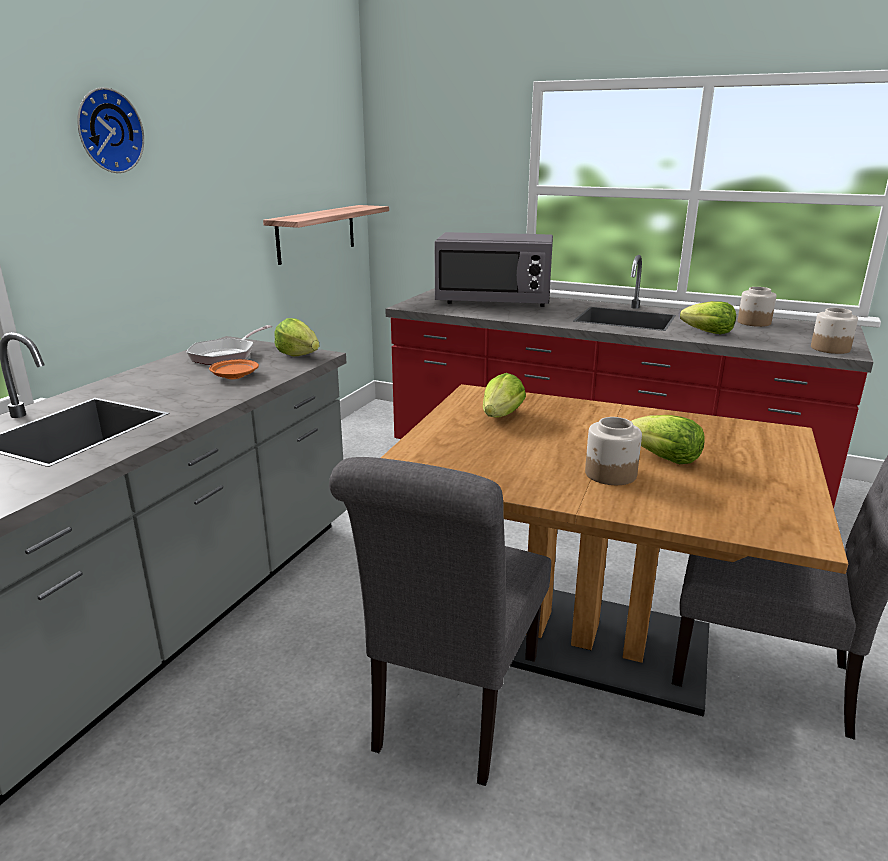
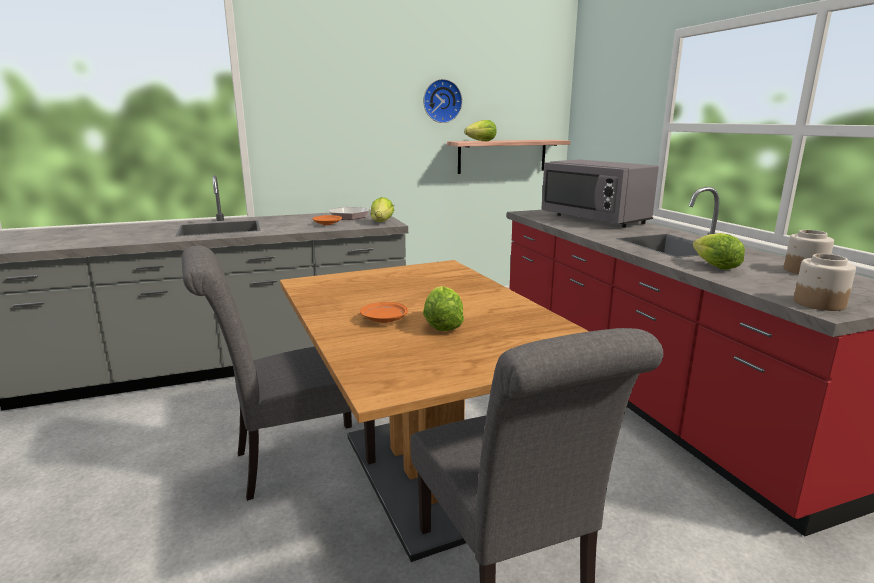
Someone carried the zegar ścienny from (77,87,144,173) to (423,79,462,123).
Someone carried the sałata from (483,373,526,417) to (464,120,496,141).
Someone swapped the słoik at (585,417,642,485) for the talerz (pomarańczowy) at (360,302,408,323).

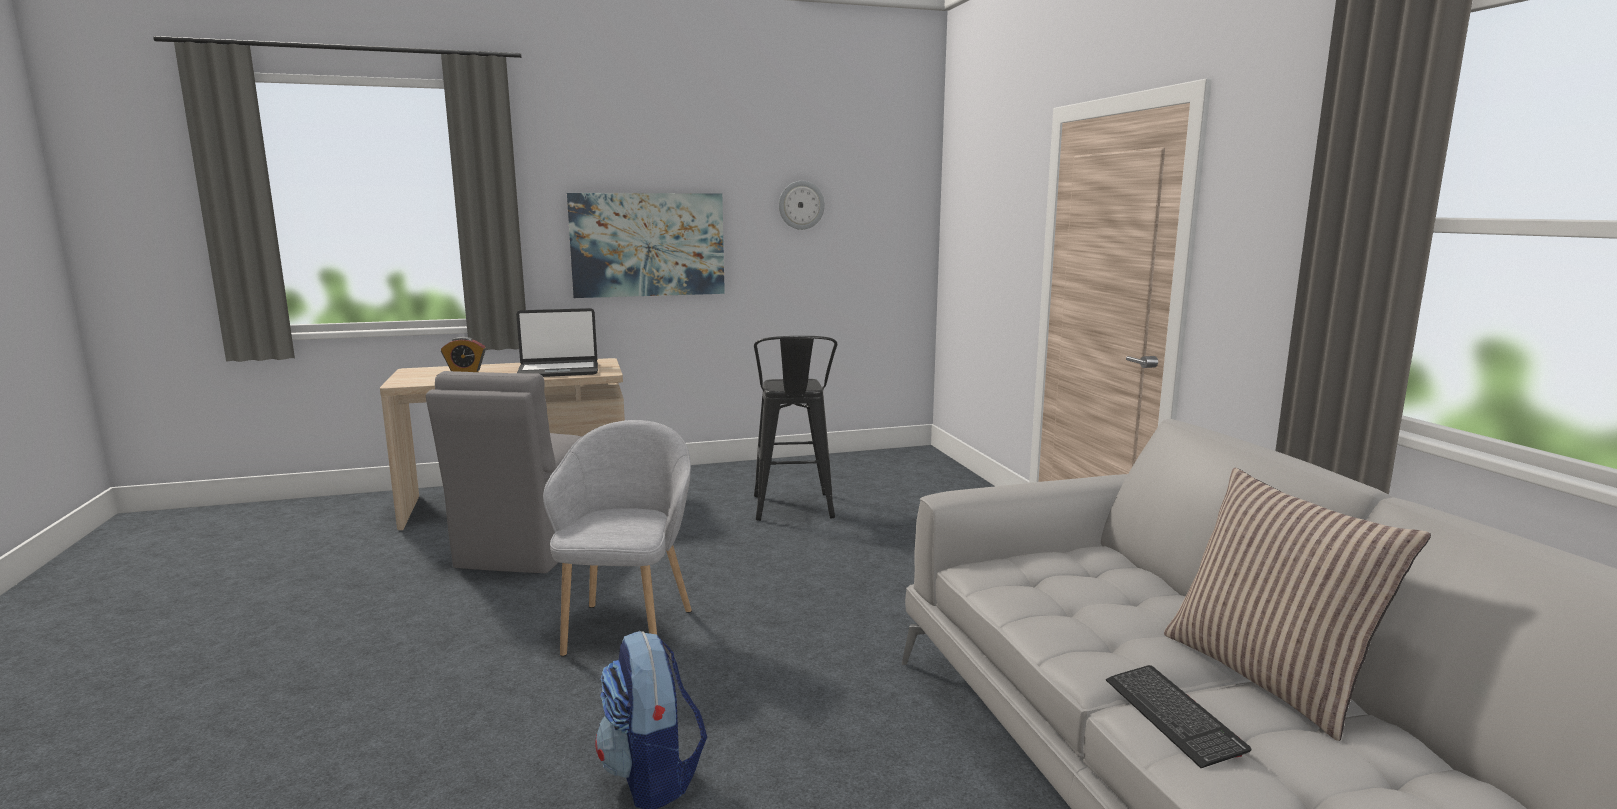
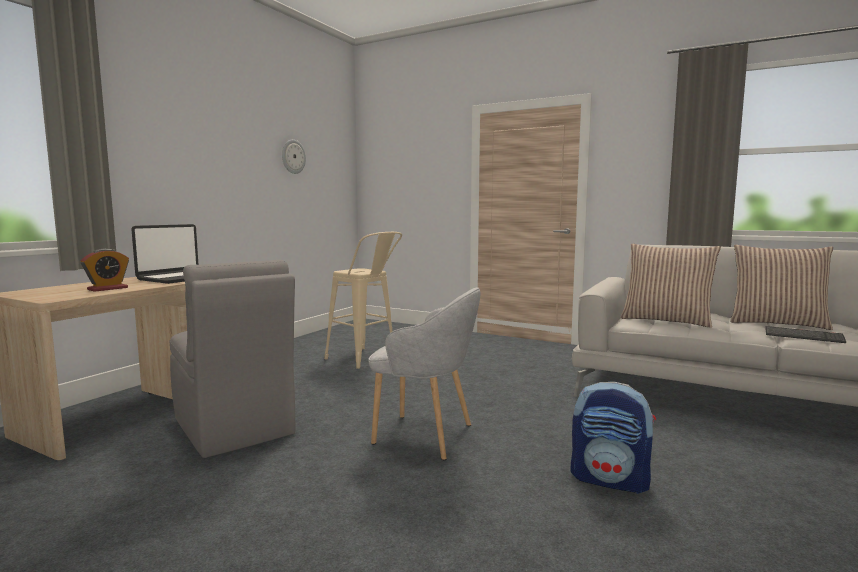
Someone took away the obraz at (567,193,725,298).
Someone put down the poduszka at (620,244,721,328).
Someone repainted the stołek (czarny) at (754,336,837,521), which became the stołek (beżowy) at (324,232,402,369).
Someone rotated the fotel (szary) at (543,420,692,657) by 150 degrees clockwise.

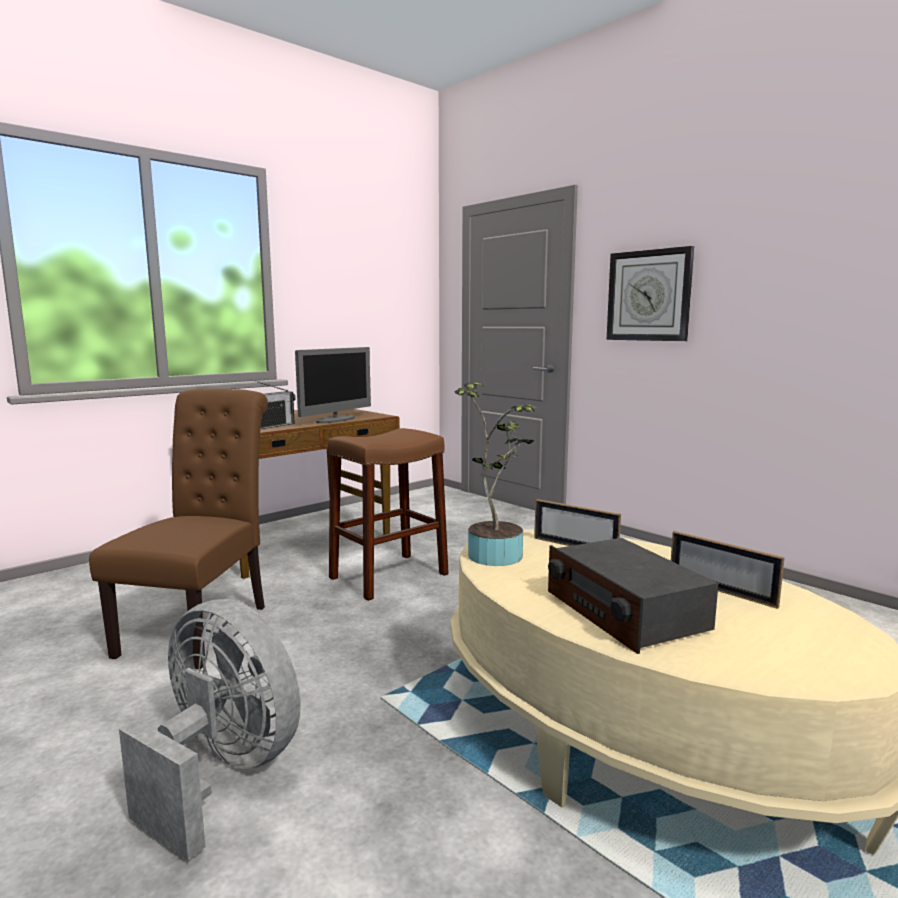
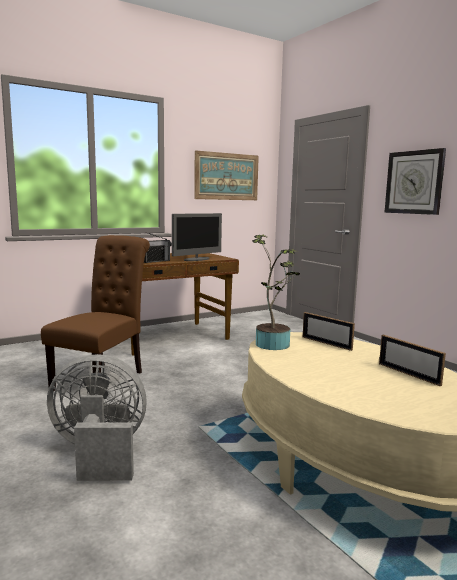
Someone took away the stołek (brązowy) at (328,428,449,601).
Someone took away the radio at (548,538,718,654).
Someone put up the obraz at (194,150,259,200).
Someone rotated the wentylator (szary) at (119,599,301,861) by 45 degrees counterclockwise.

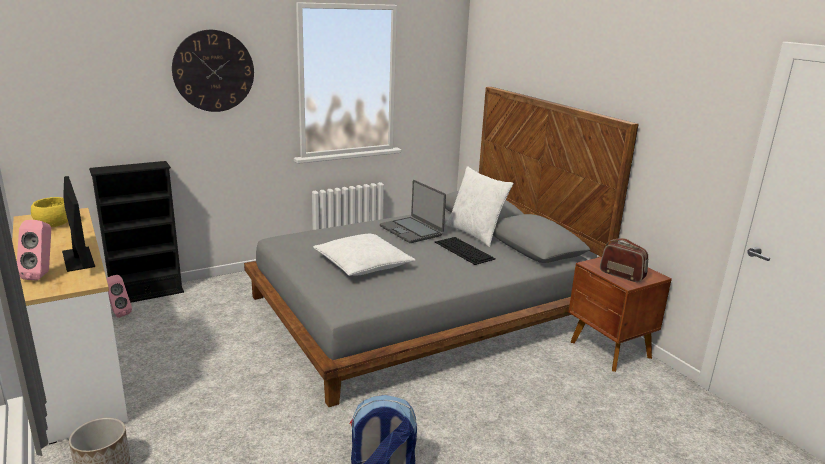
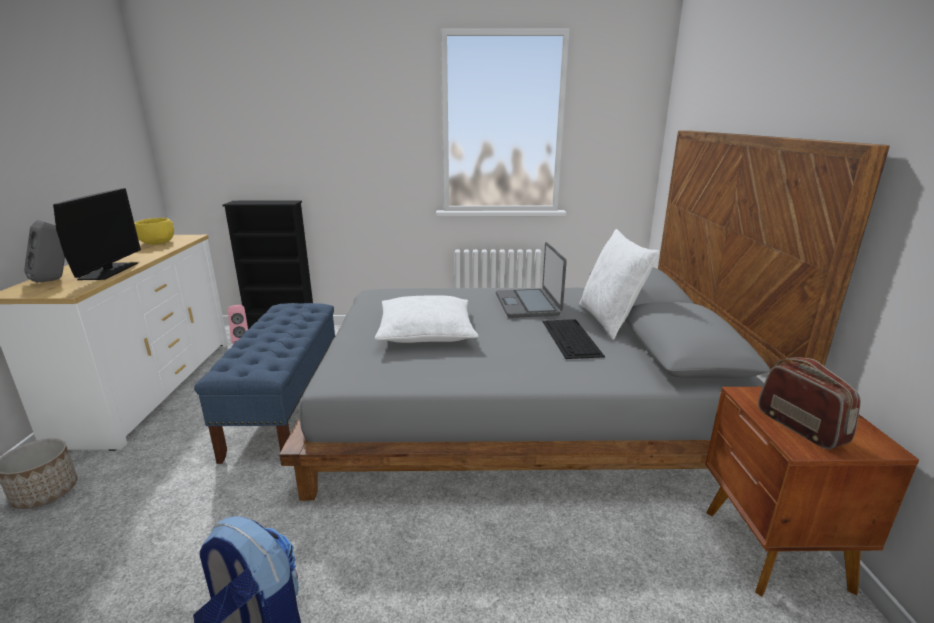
Someone took away the zegar ścienny at (172,30,254,112).
Someone put down the ławka (niebieski) at (194,303,335,464).
Someone repainted the głośnik (różowy) at (17,220,51,281), which became the głośnik (szary) at (24,220,65,283).

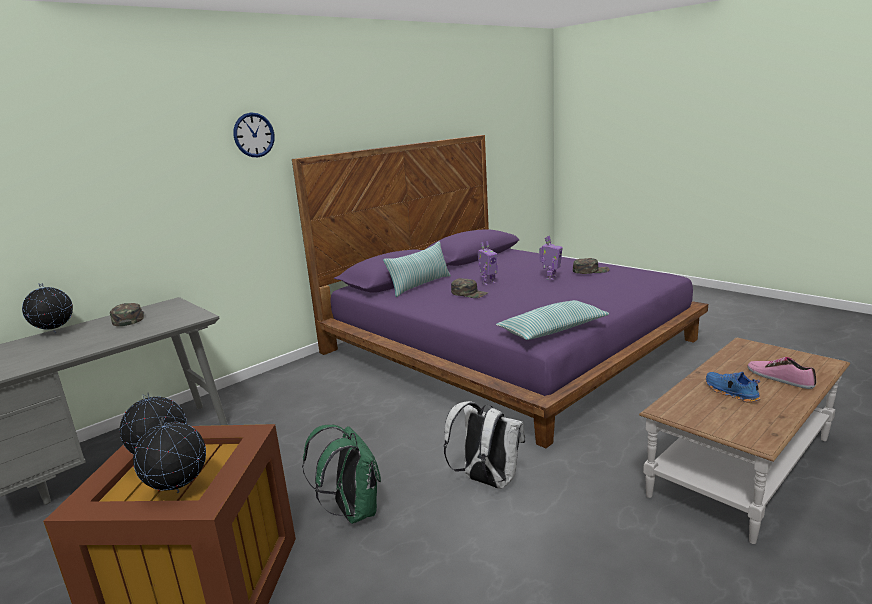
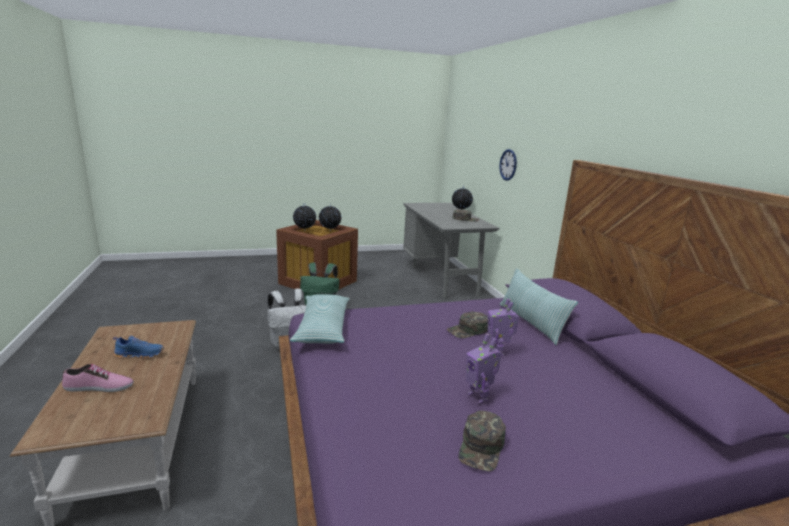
Someone carried the zegar ścienny from (233,112,275,157) to (499,149,517,180).

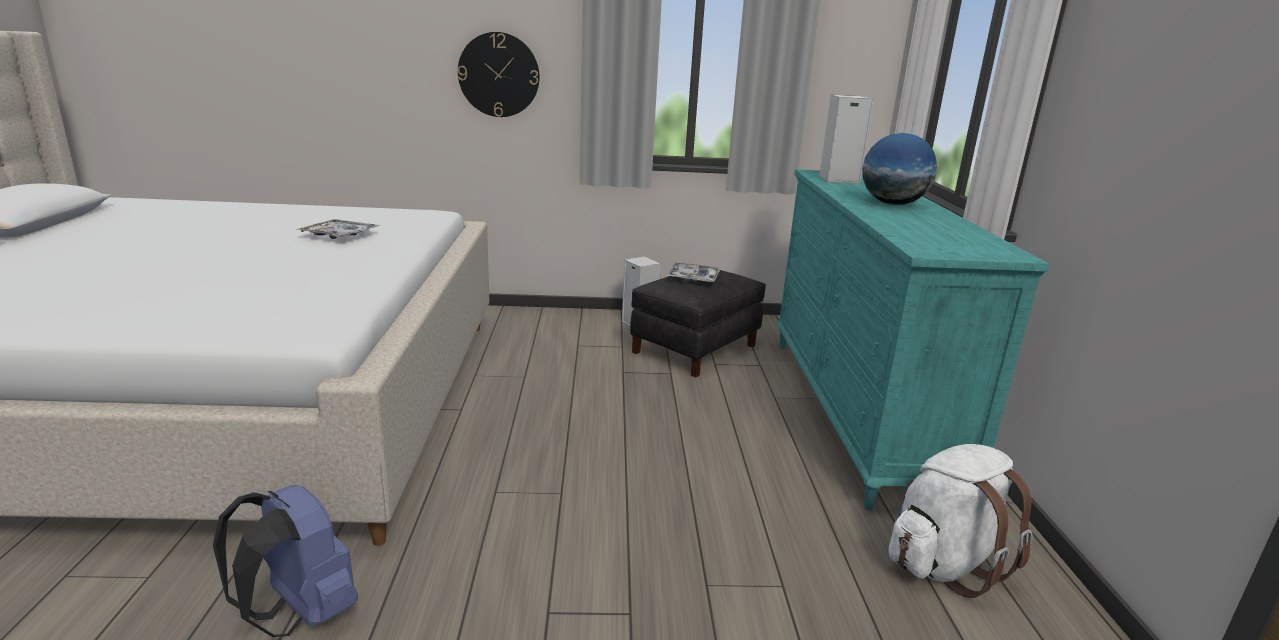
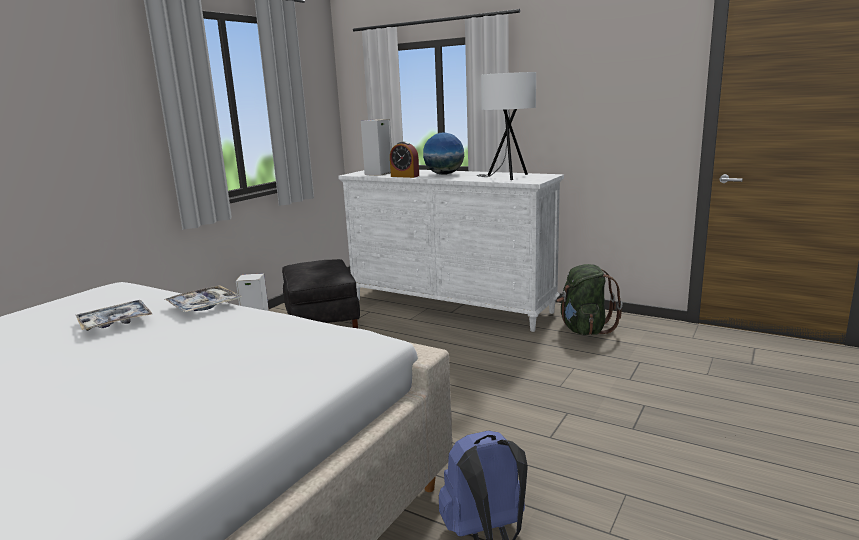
Someone took away the zegar ścienny at (458,32,540,117).
Someone put down the budzik at (390,141,419,178).
Someone put down the lampa stołowa (biały) at (477,72,536,180).
Someone carried the taca from (666,263,721,282) to (164,285,242,312).
Someone repainted the komoda (turkusowy) at (776,169,1049,510), which became the komoda (biały) at (338,170,564,332).
Someone repainted the plecak (biały) at (889,444,1033,598), which became the plecak (zielony) at (556,264,623,335).

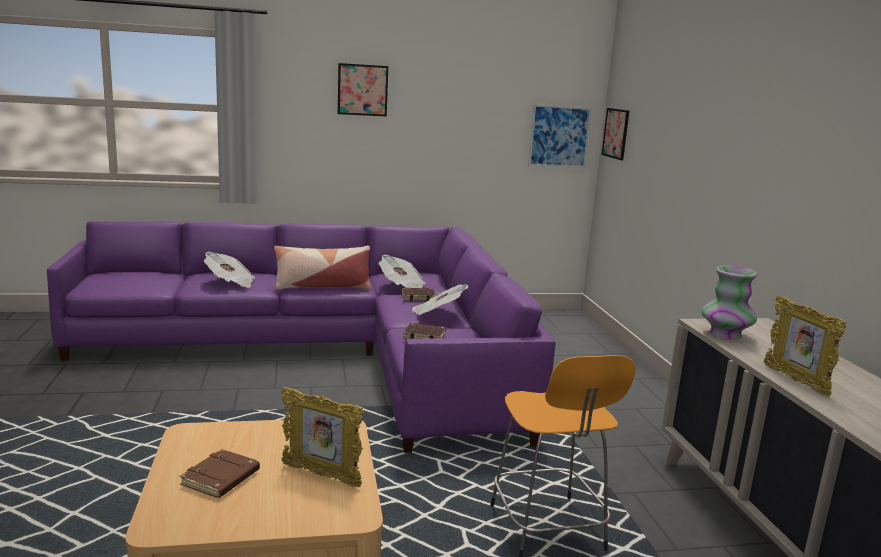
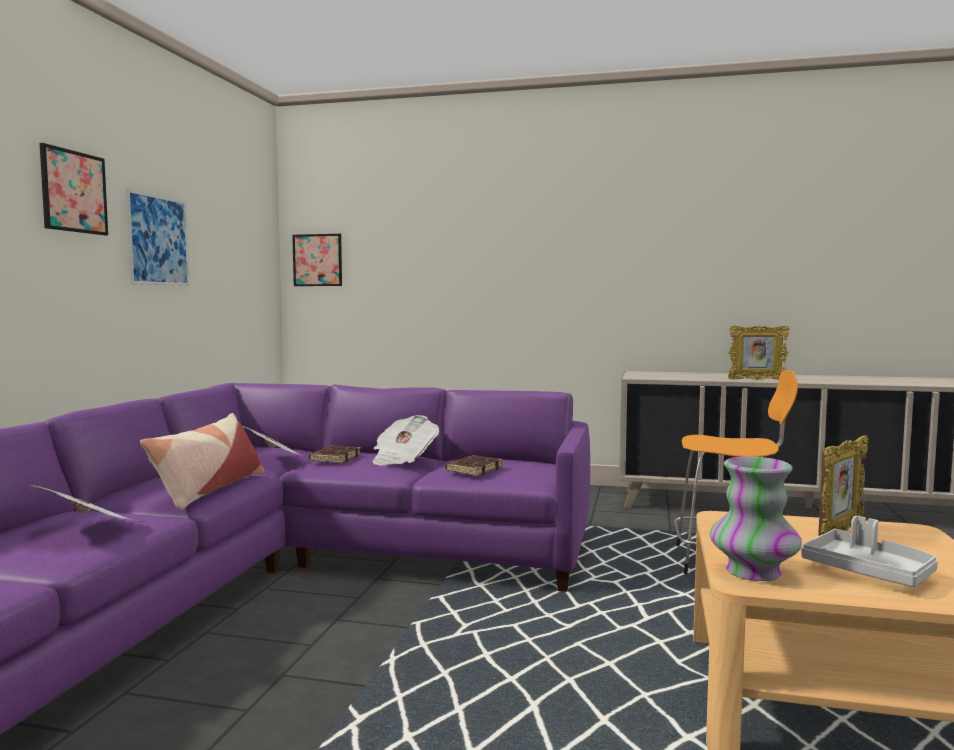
Someone carried the obraz from (528,104,592,168) to (125,189,190,286).
Someone carried the wazon from (701,266,758,340) to (710,456,802,581).
Someone swapped the książka (brązowy) at (180,449,260,498) for the taca (szary) at (801,516,938,587).

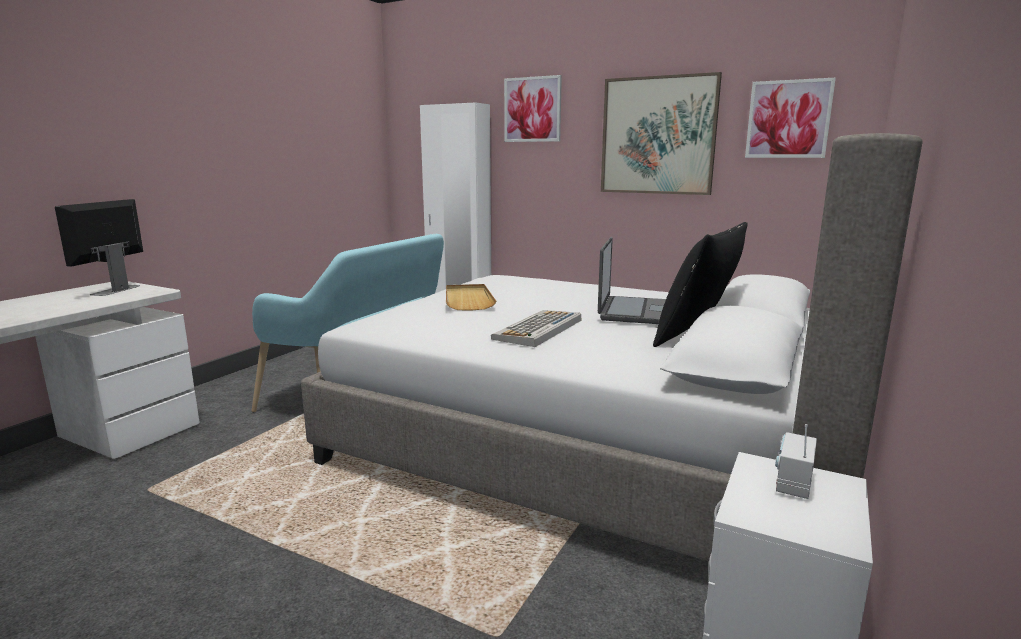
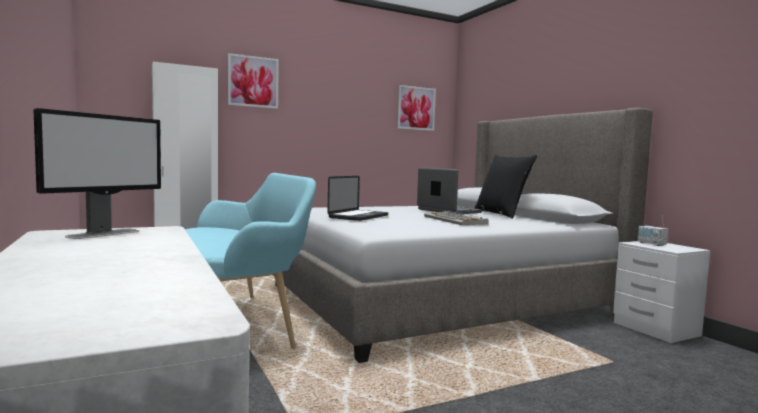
Someone took away the obraz at (601,72,722,195).
Someone swapped the taca (beżowy) at (446,284,496,311) for the laptop at (327,176,388,221).
Someone rotated the monitor at (55,199,143,296) by 105 degrees counterclockwise.

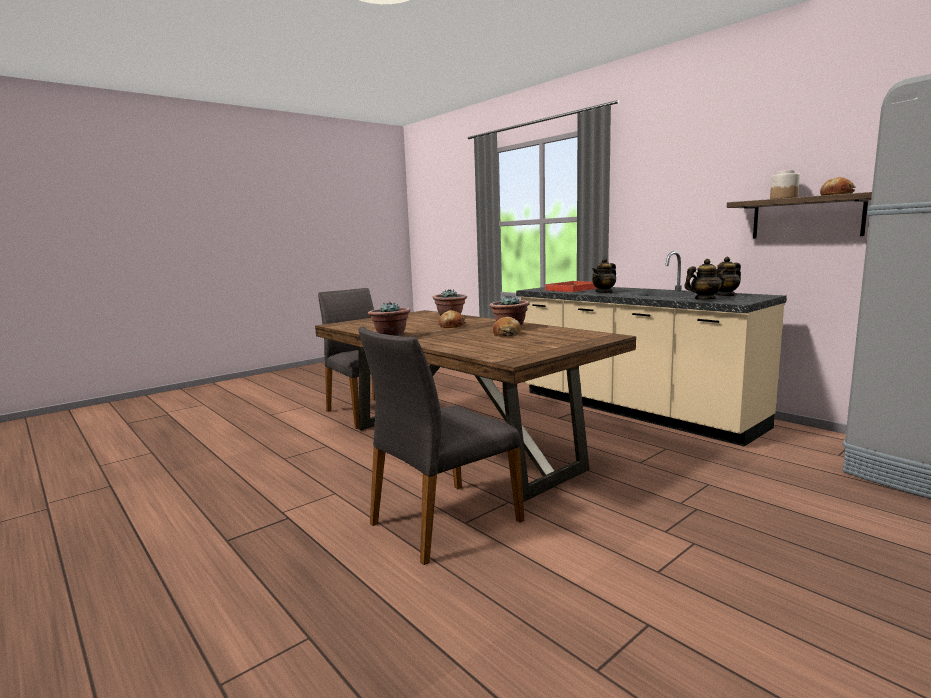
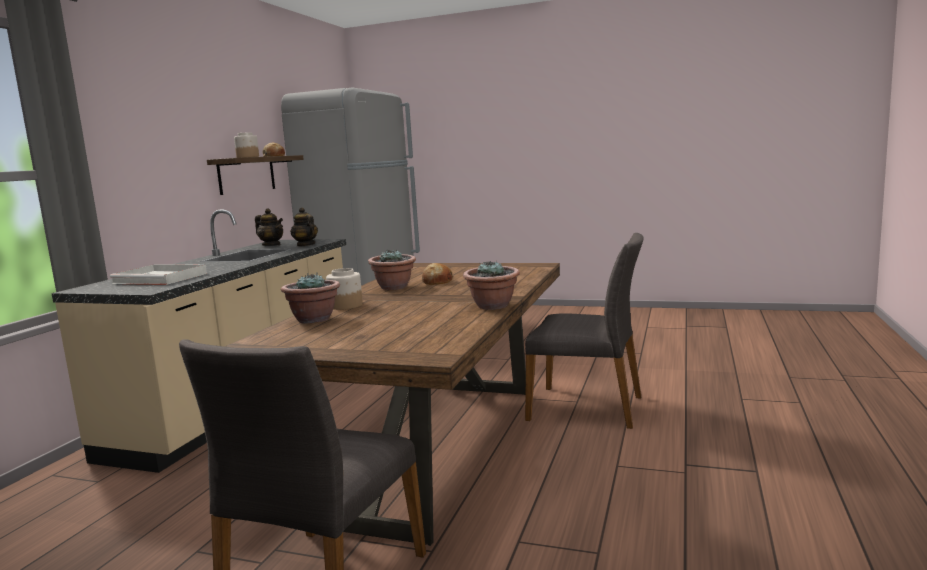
Someone took away the chleb at (439,310,466,328).
Someone took away the imbryk at (592,258,616,293).
Someone put down the słoik at (326,268,363,310).
Someone repainted the taca (czerwony) at (544,281,597,292), which became the taca (biały) at (110,264,207,285).

